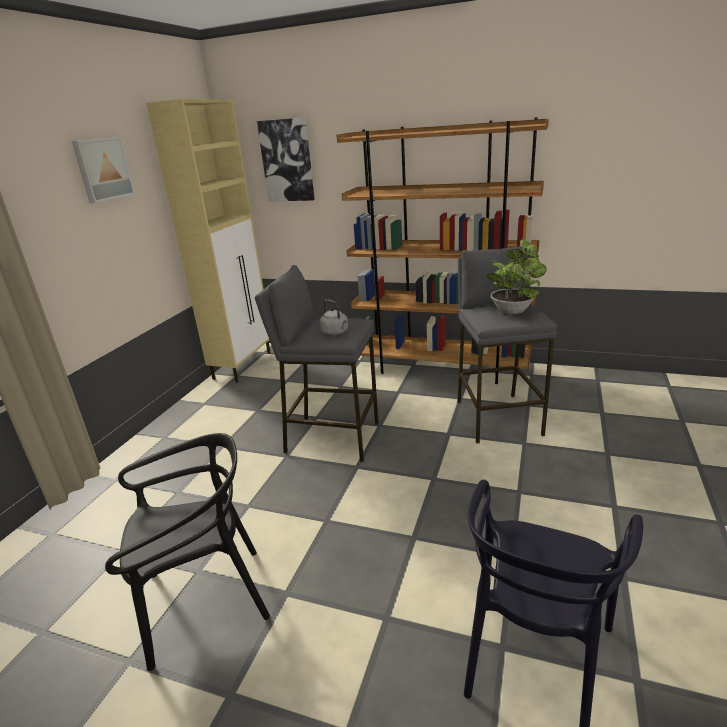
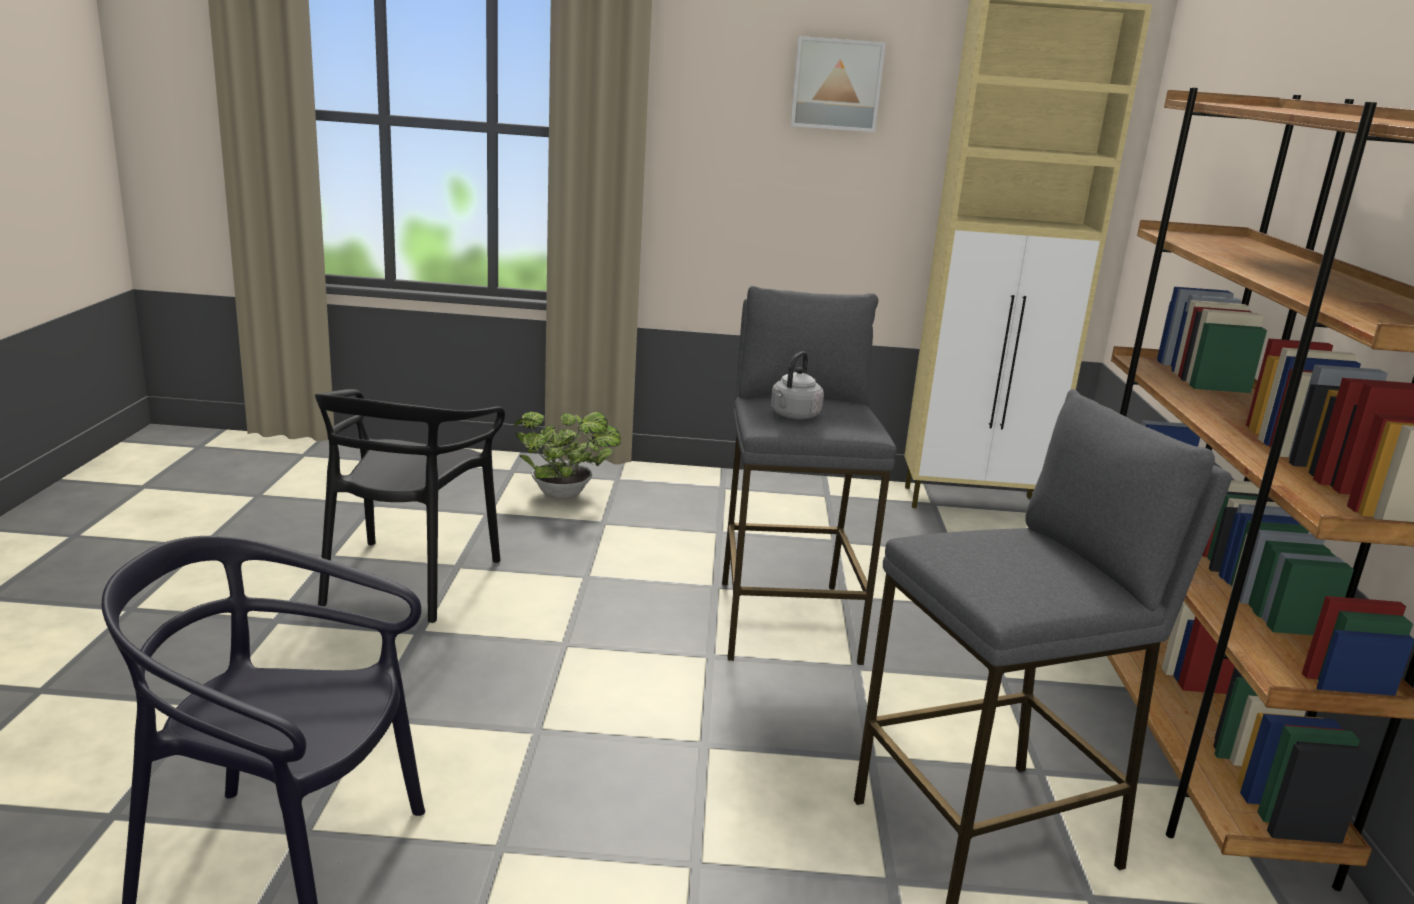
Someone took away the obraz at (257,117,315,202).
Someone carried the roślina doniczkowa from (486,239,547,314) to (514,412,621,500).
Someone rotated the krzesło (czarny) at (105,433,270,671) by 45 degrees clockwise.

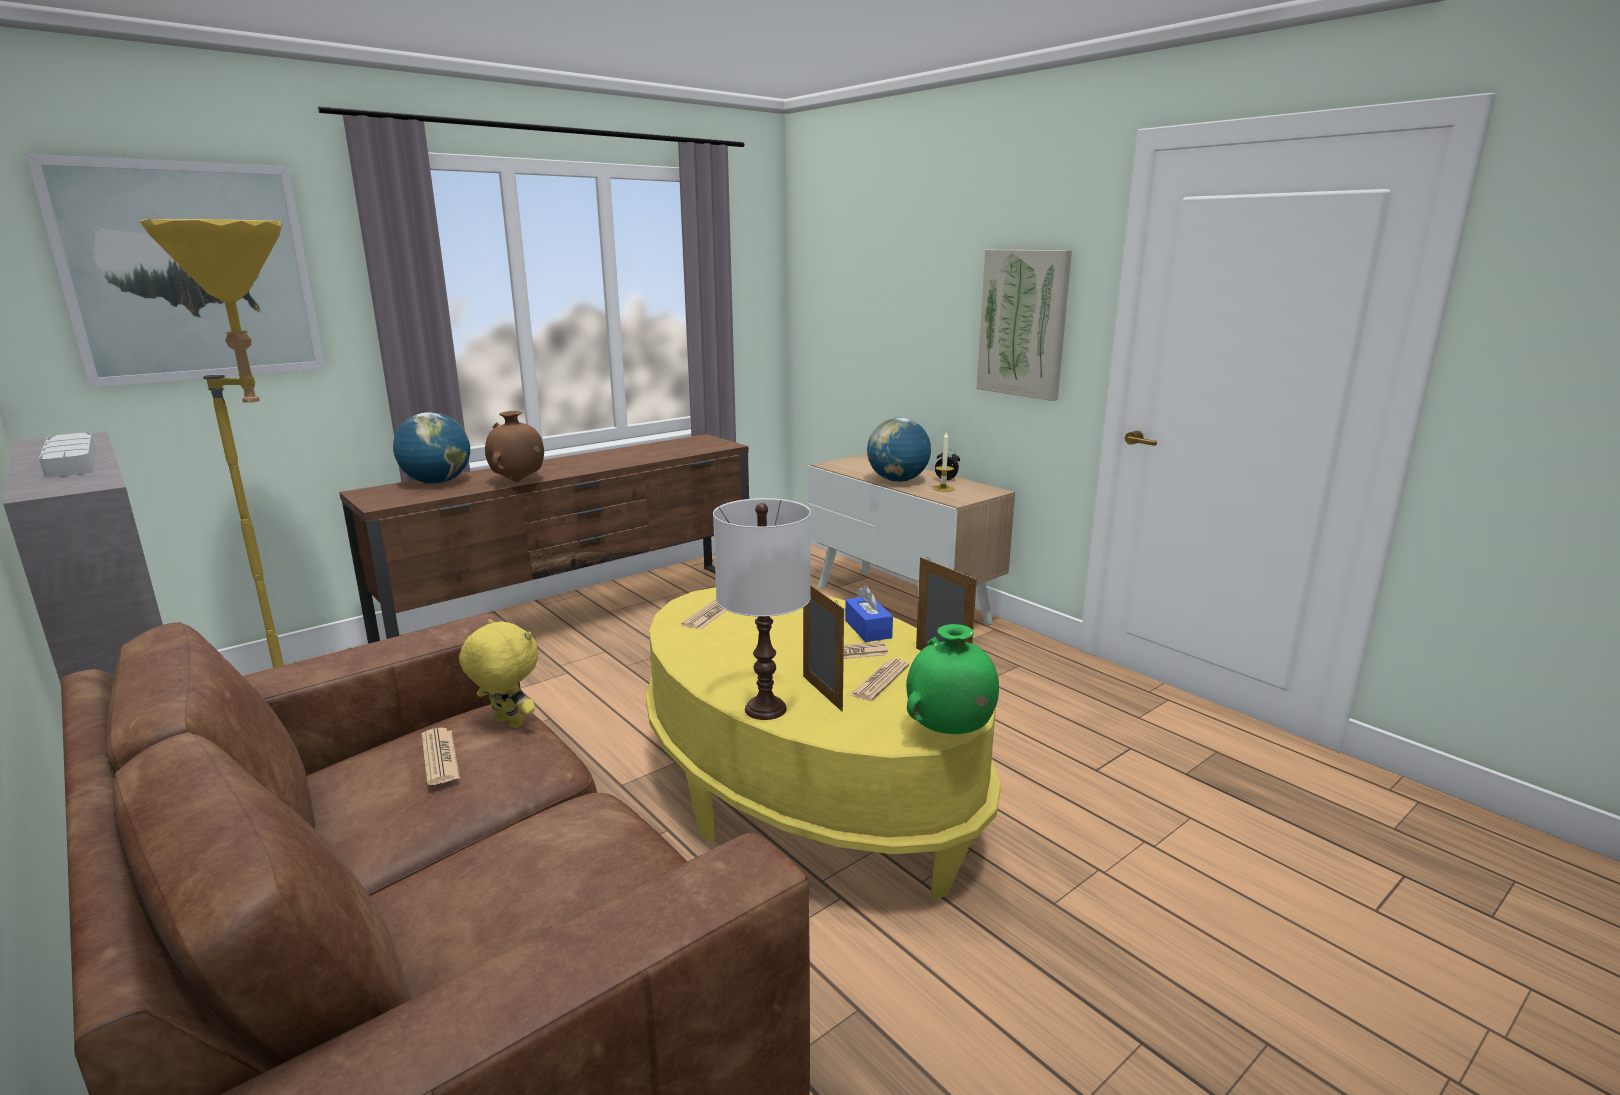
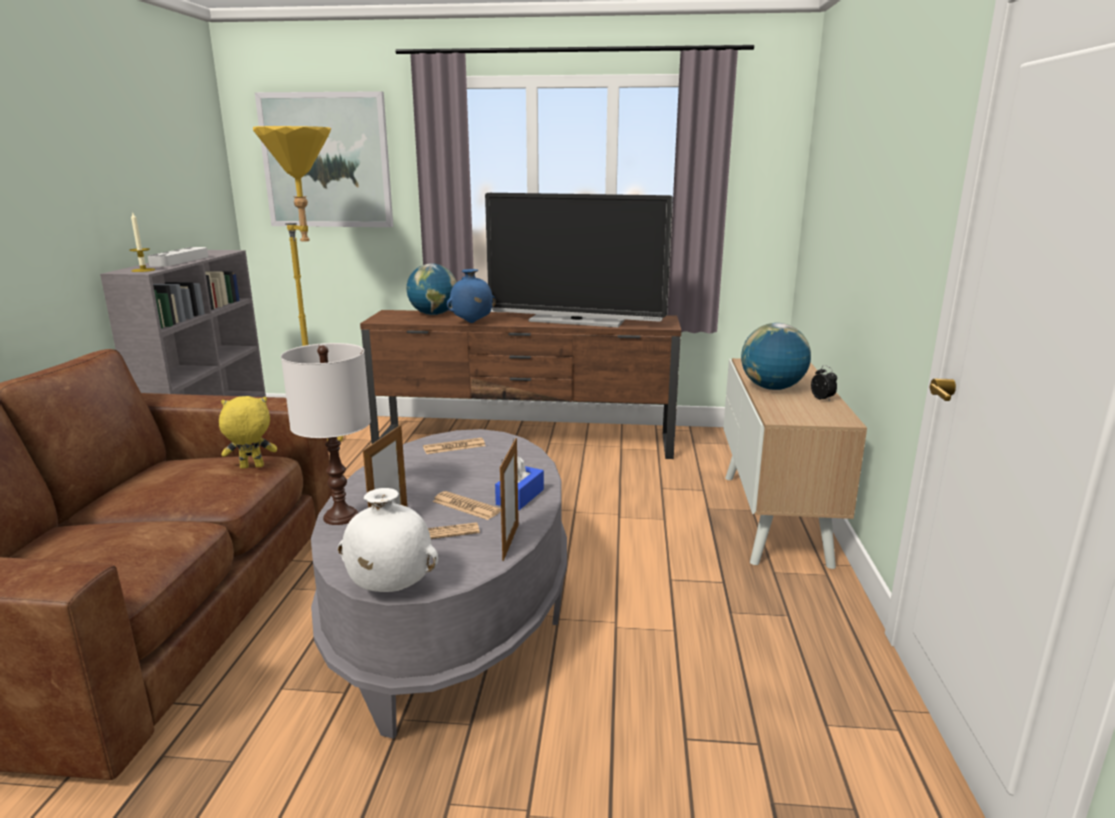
Someone took away the gazeta at (422,728,460,785).
Someone took away the obraz at (976,250,1072,401).
Someone put down the telewizor at (485,193,673,327).
Someone carried the świeca from (933,431,954,492) to (129,213,155,272).
Someone repainted the wazon (brązowy) at (485,411,544,482), which became the wazon (niebieski) at (447,269,496,323).
Someone repainted the ława (żółty) at (646,587,1001,901), which became the ława (szary) at (311,429,567,739).
Someone repainted the wazon (zielony) at (906,624,999,734), which became the wazon (biały) at (338,488,438,592).
Someone rotated the pluszak (żółty) at (459,619,538,728) by 90 degrees counterclockwise.

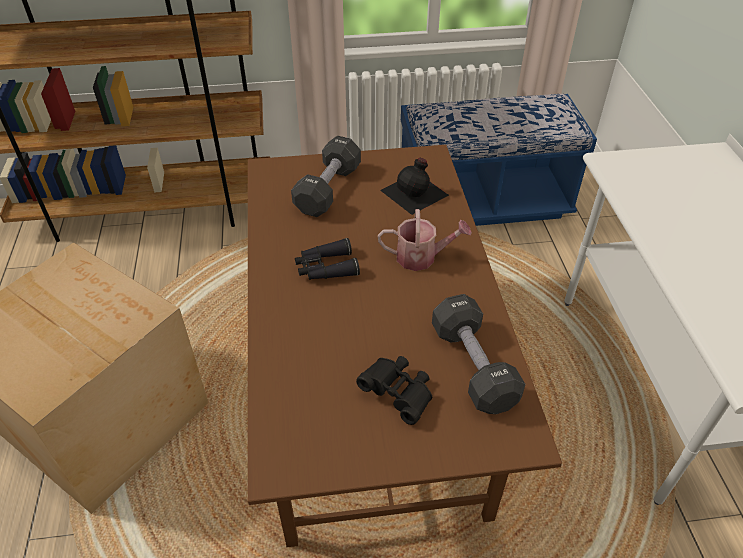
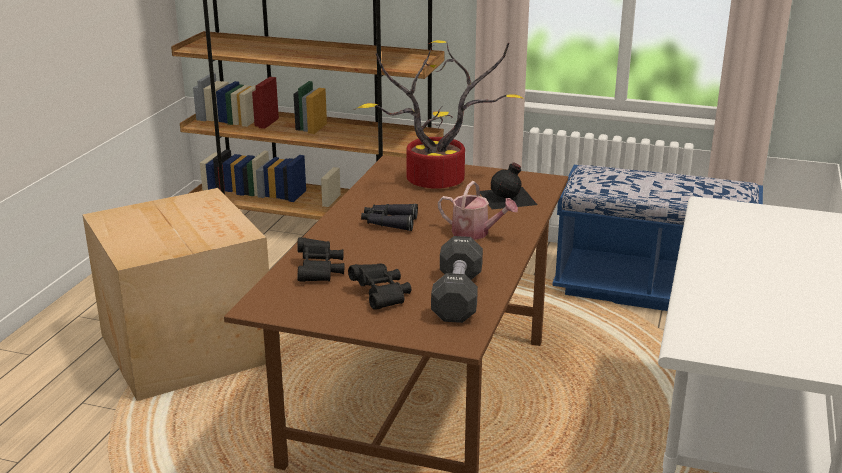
Someone put down the lornetka (czarny) at (297,237,344,282).
Someone swapped the hantel (czarny) at (291,136,361,217) for the roślina doniczkowa at (354,40,525,189).

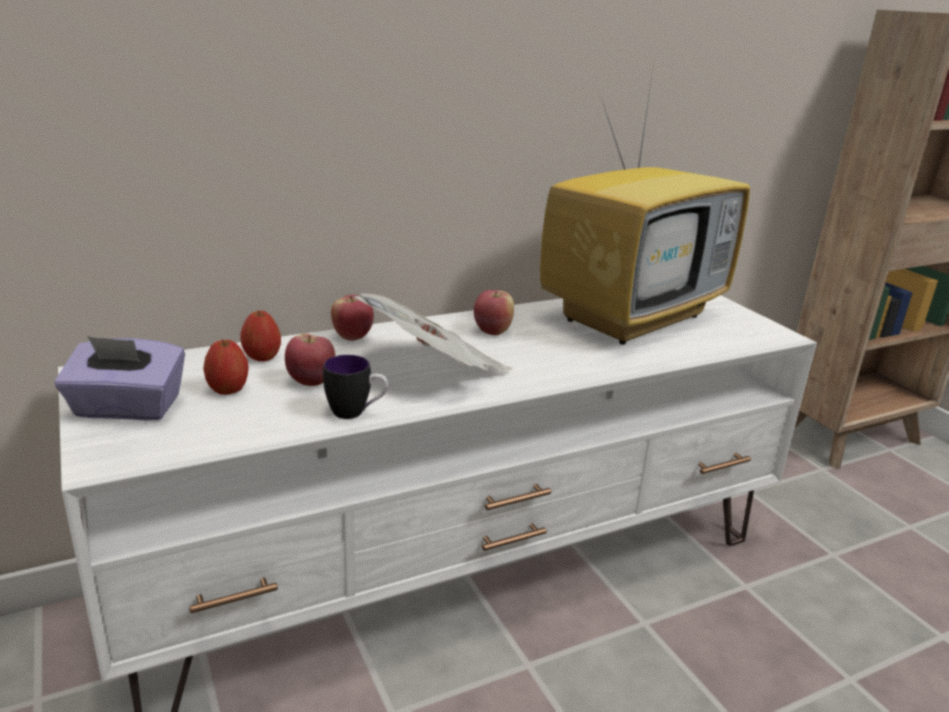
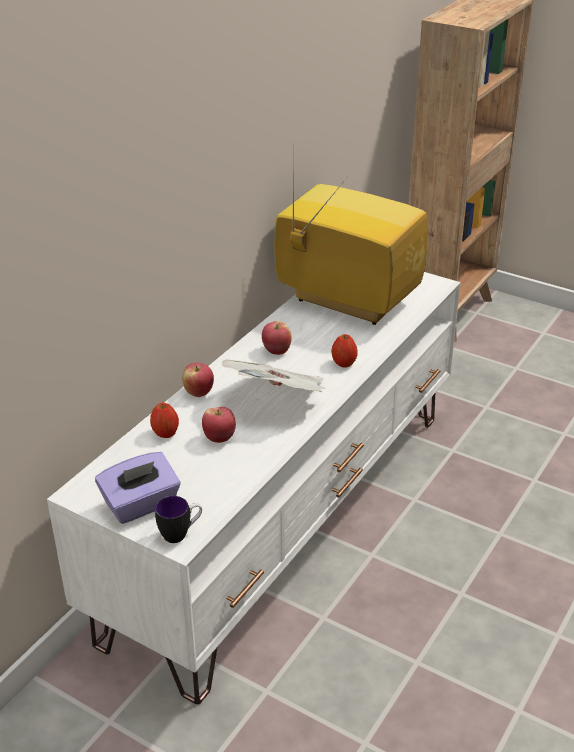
Someone carried the jabłko from (203,340,249,395) to (331,334,358,368).
Someone carried the kubek from (323,355,388,419) to (155,496,202,543).
Someone rotated the telewizor at (540,64,750,345) by 75 degrees counterclockwise.

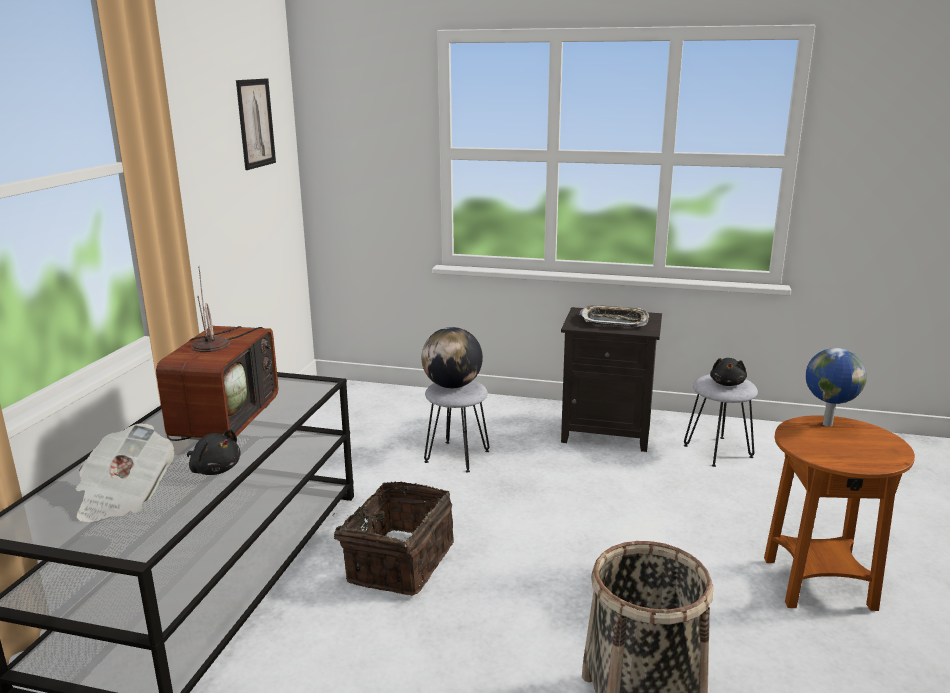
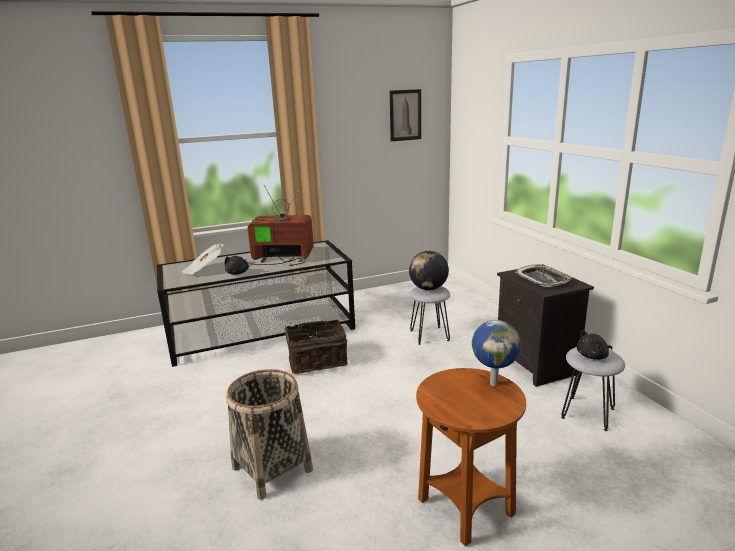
Someone rotated the telewizor at (156,266,278,441) by 150 degrees counterclockwise.

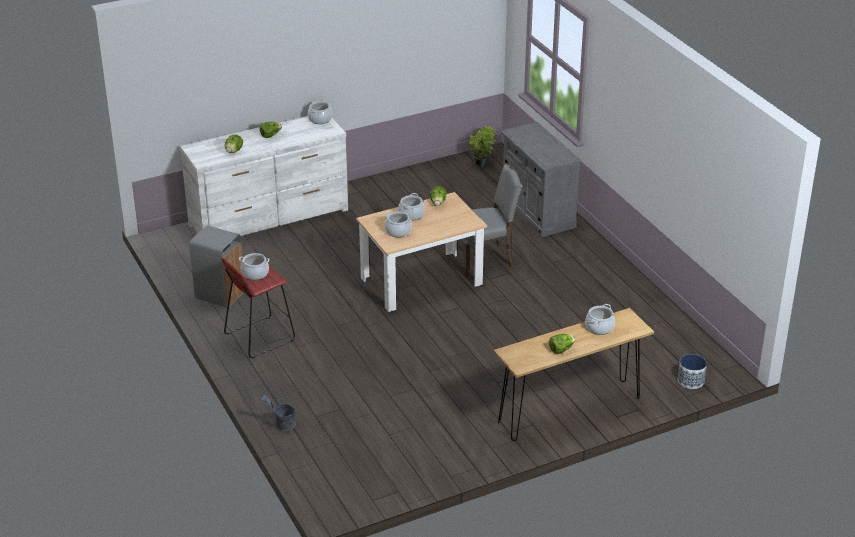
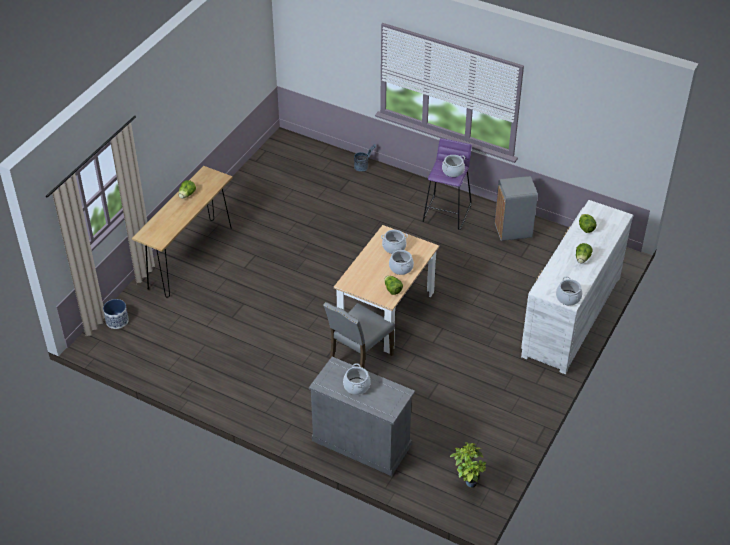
Someone carried the garnek from (585,304,615,335) to (343,364,371,395).
Someone repainted the stołek (czerwony) at (221,258,295,358), which became the stołek (fioletowy) at (422,138,472,230).

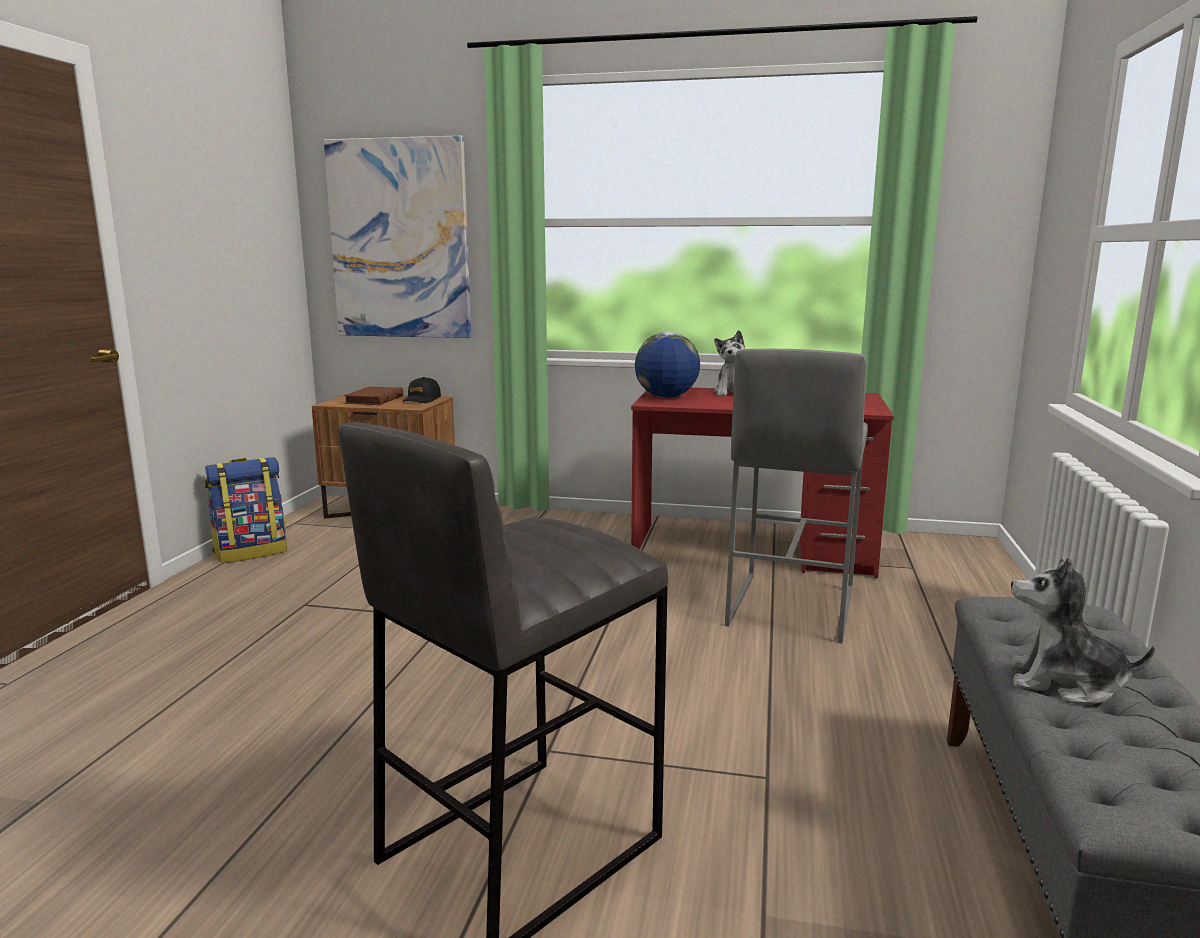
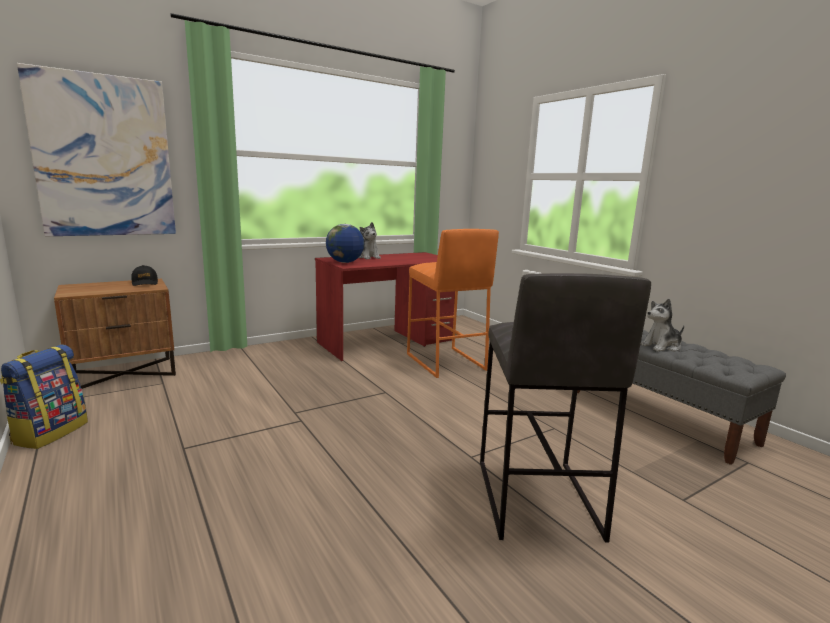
Someone took away the książka (brązowy) at (344,387,403,405).
Someone repainted the stołek (szary) at (725,349,868,643), which became the stołek (pomarańczowy) at (407,229,499,378).

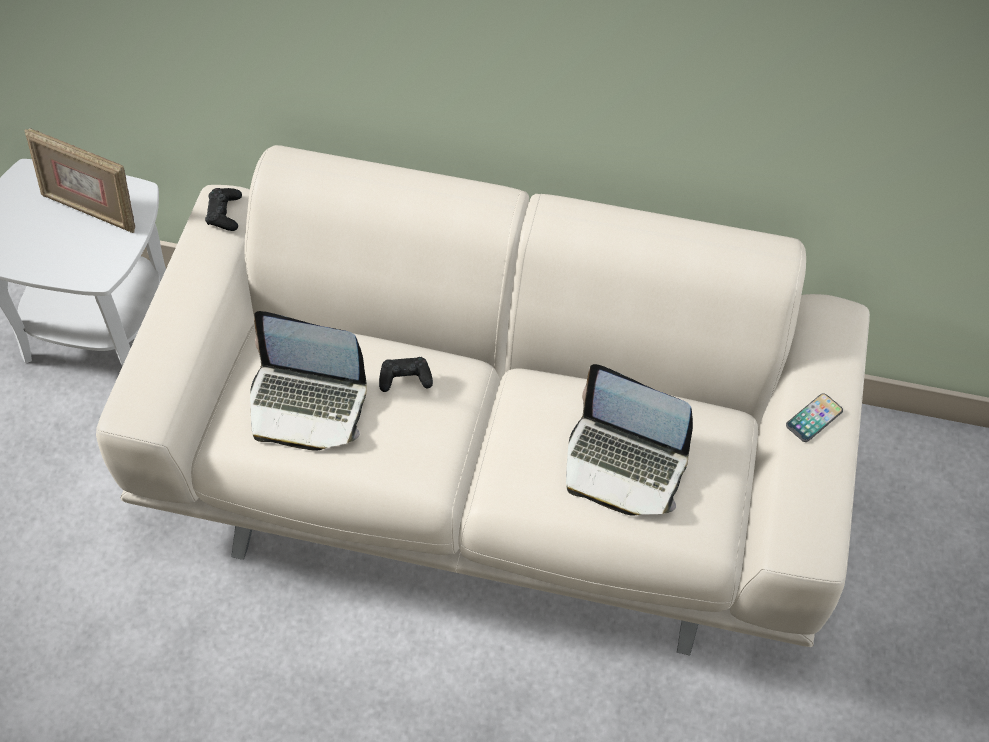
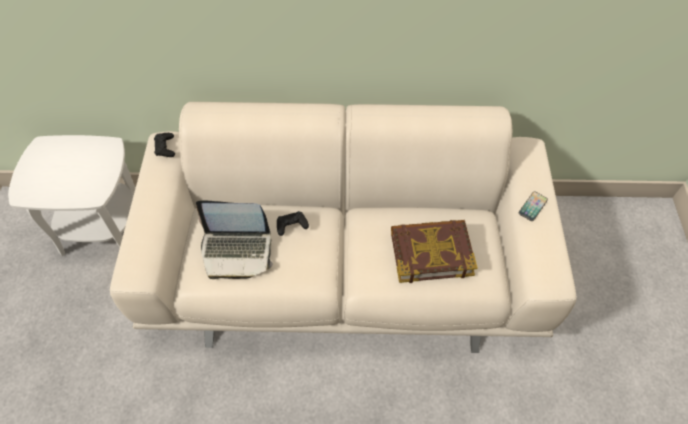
Someone took away the ramka na zdjęcie at (25,128,135,233).
Someone swapped the laptop at (566,364,693,515) for the książka at (391,220,477,283).

